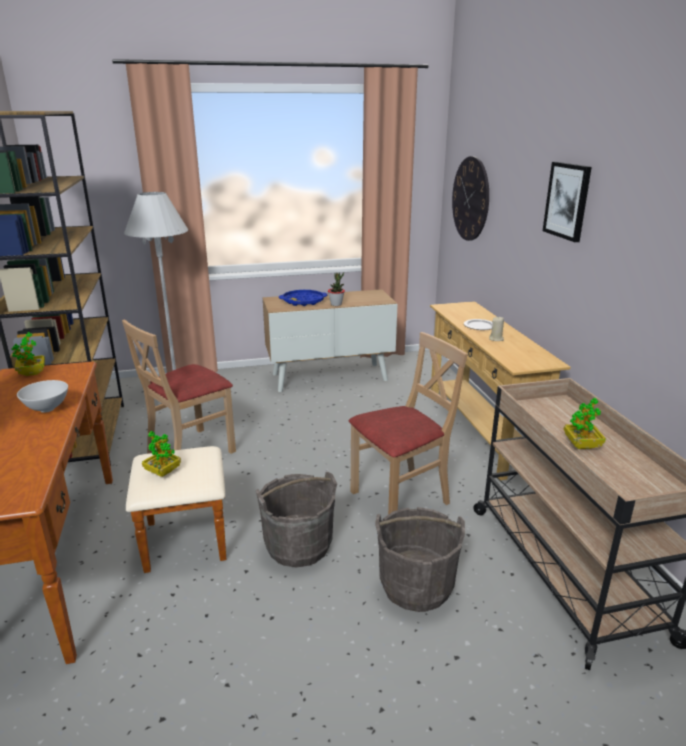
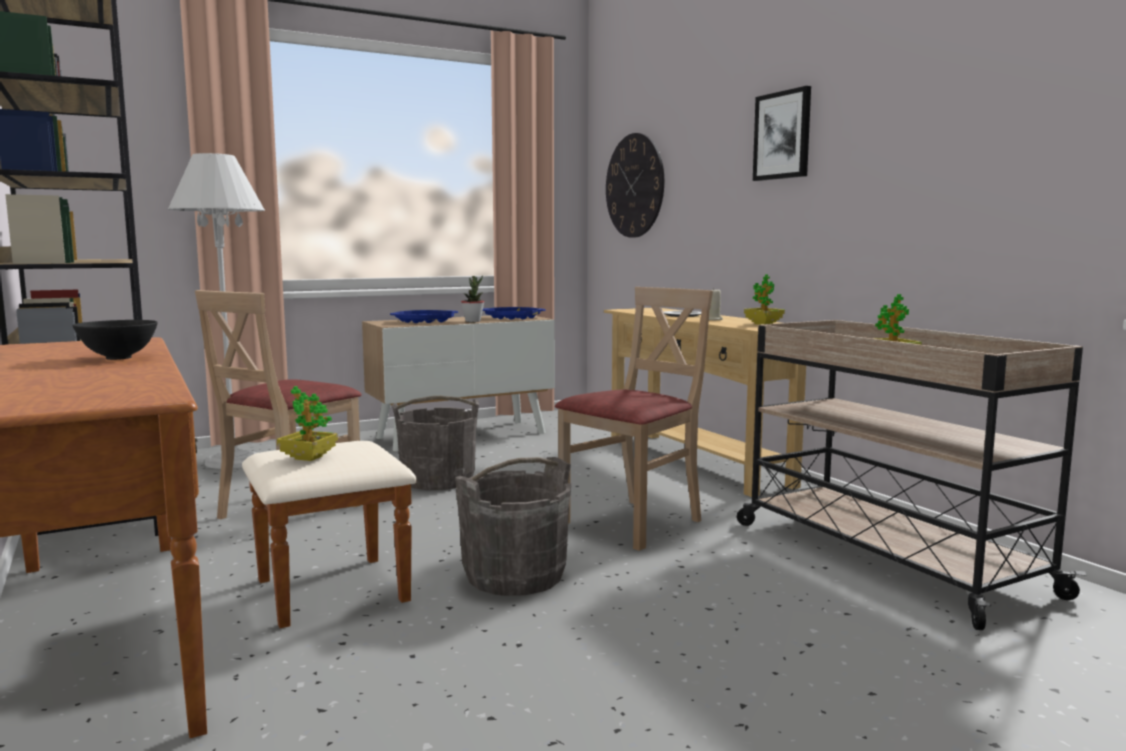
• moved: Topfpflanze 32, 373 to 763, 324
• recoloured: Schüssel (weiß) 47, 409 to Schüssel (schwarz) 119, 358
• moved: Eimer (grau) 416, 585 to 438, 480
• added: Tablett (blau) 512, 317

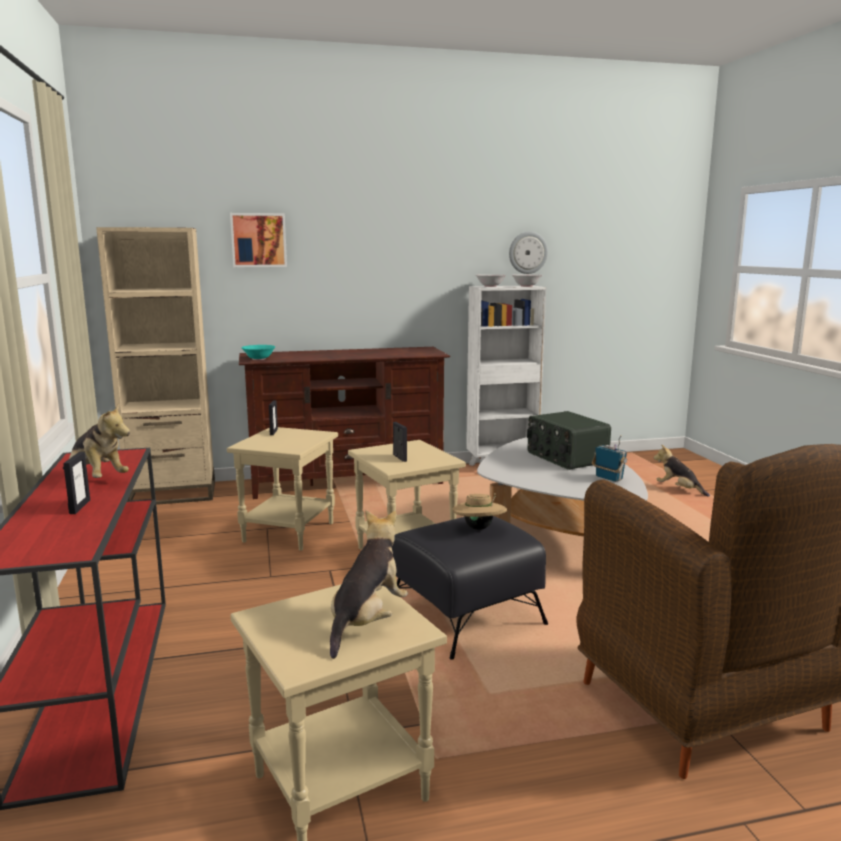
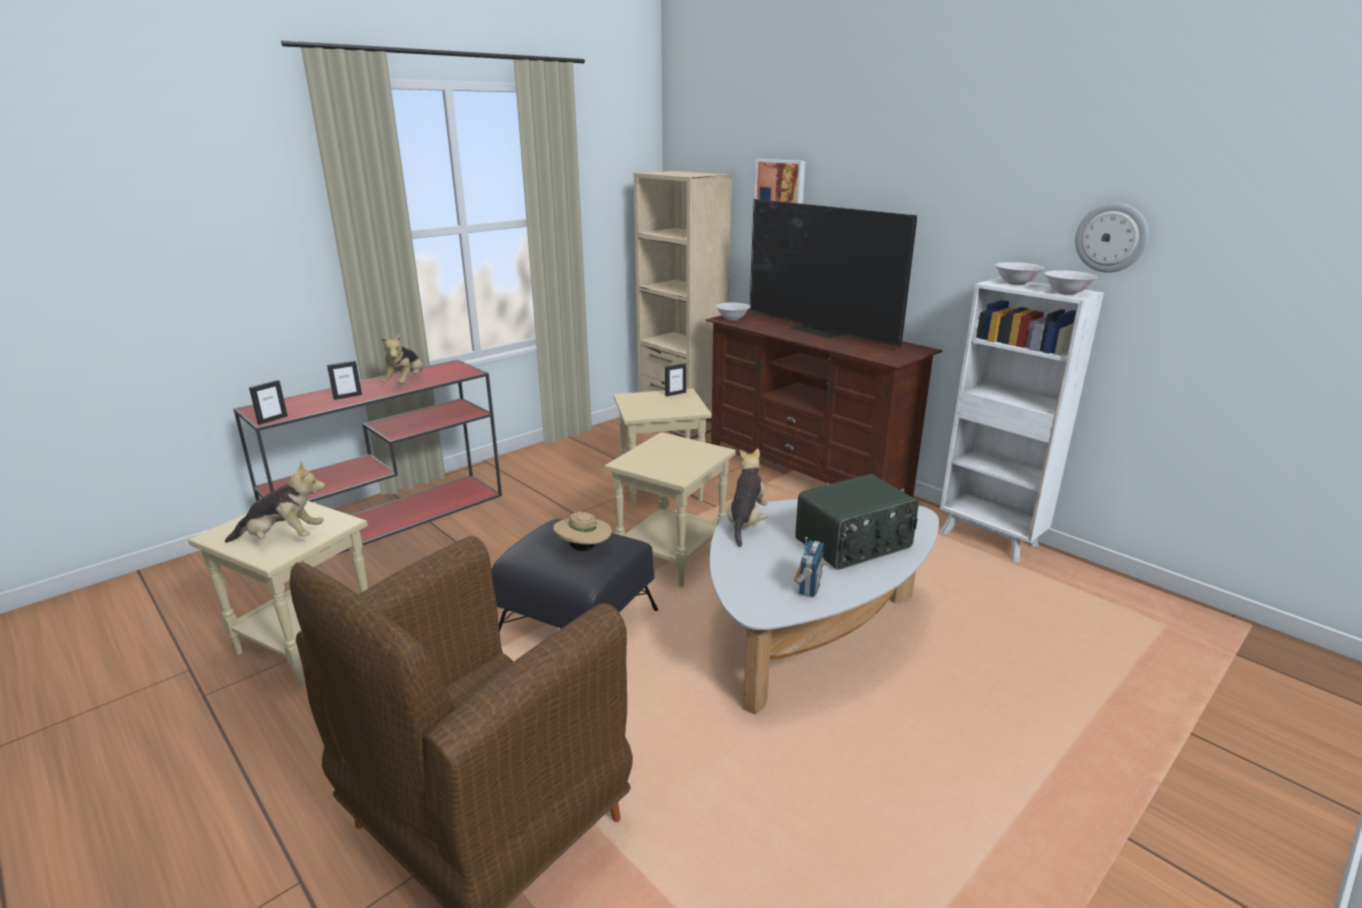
• recoloured: Schüssel (türkis) 259, 359 to Schüssel (weiß) 732, 319
• turned: Radio 565, 458 = 854, 544 150 degrees counterclockwise
• moved: Bilderrahmen 399, 458 to 272, 420
• moved: Plüschtier 678, 490 to 746, 523
• added: Fernseher 819, 330

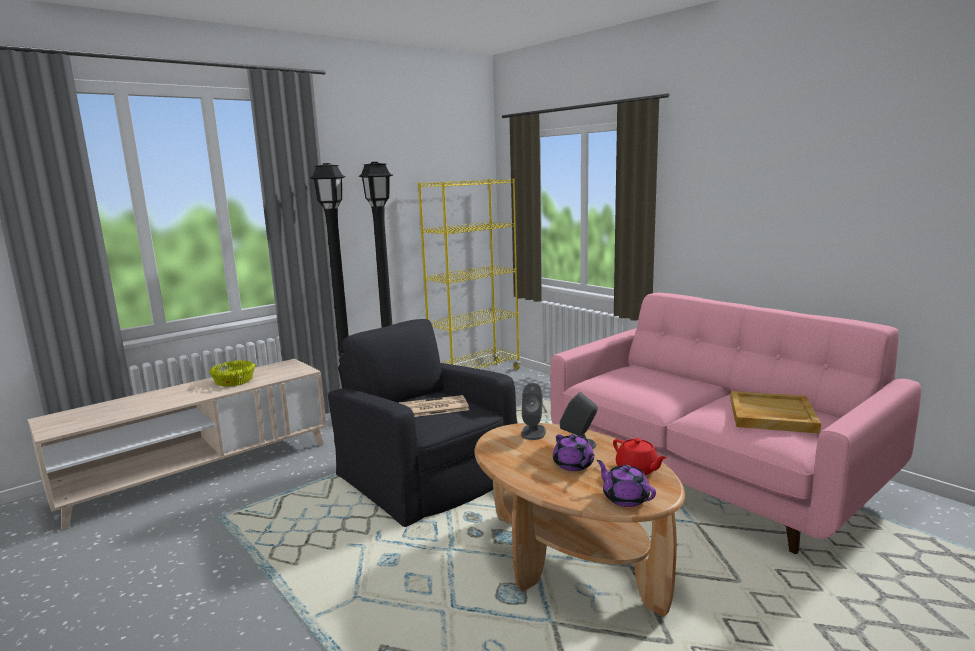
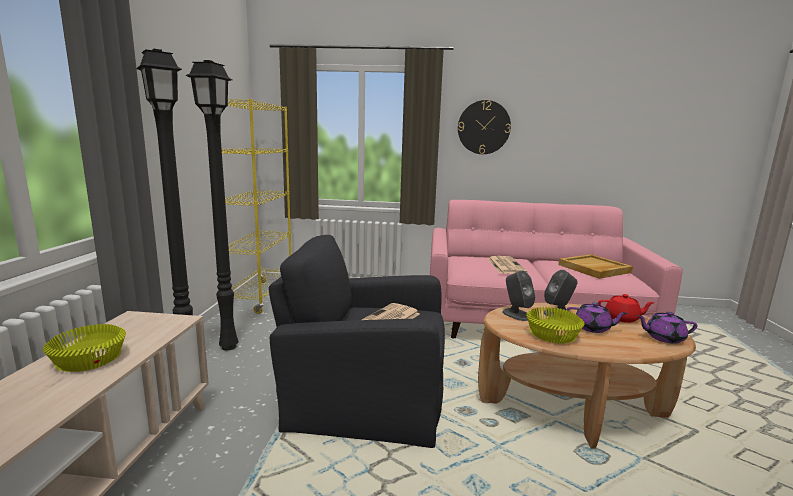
• added: Wanduhr 483, 127
• added: Zeitung 505, 265
• added: Schüssel (gelb) 553, 334

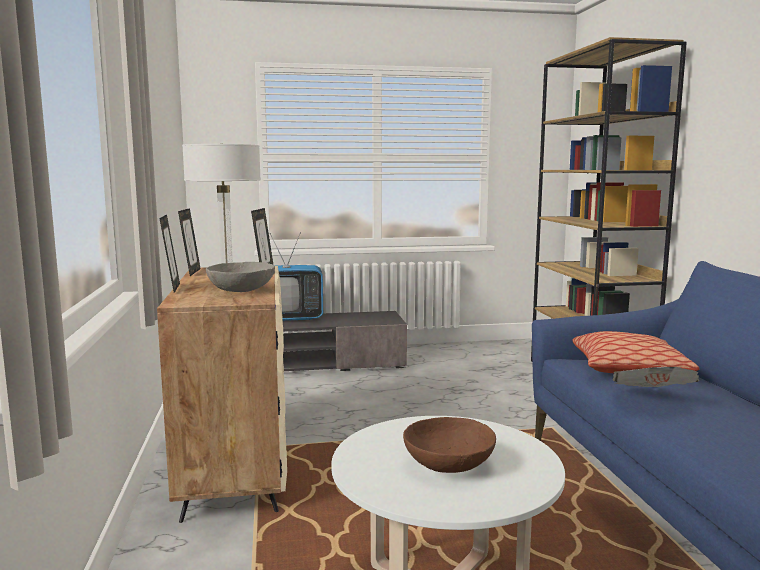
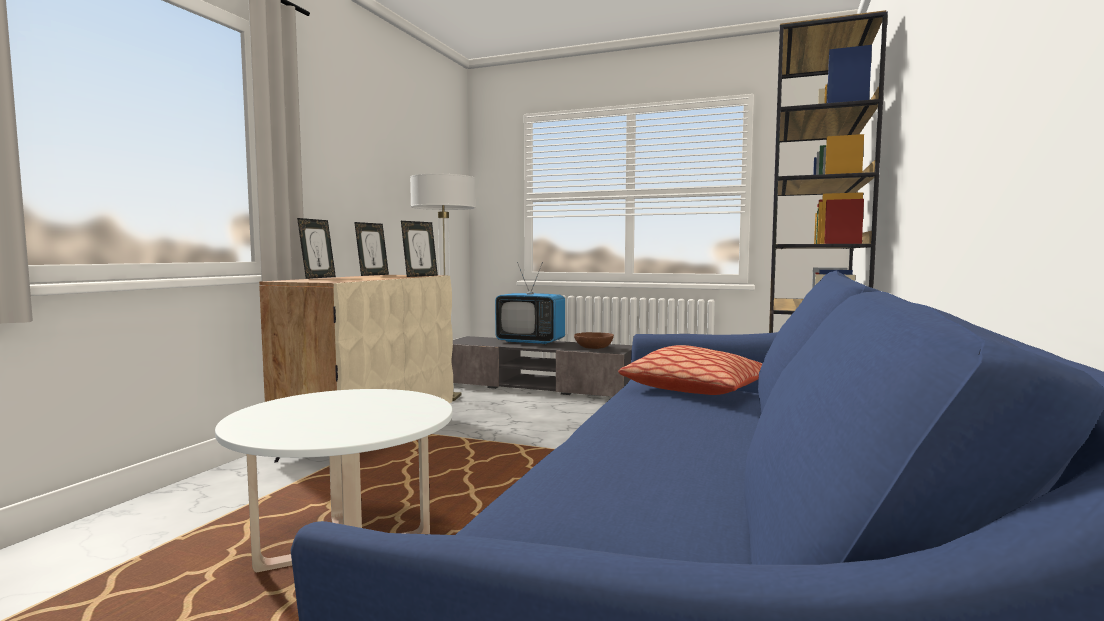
• removed: Schüssel (grau) 242, 290
• removed: Zeitung 652, 399
• moved: Schüssel (braun) 448, 465 to 593, 348

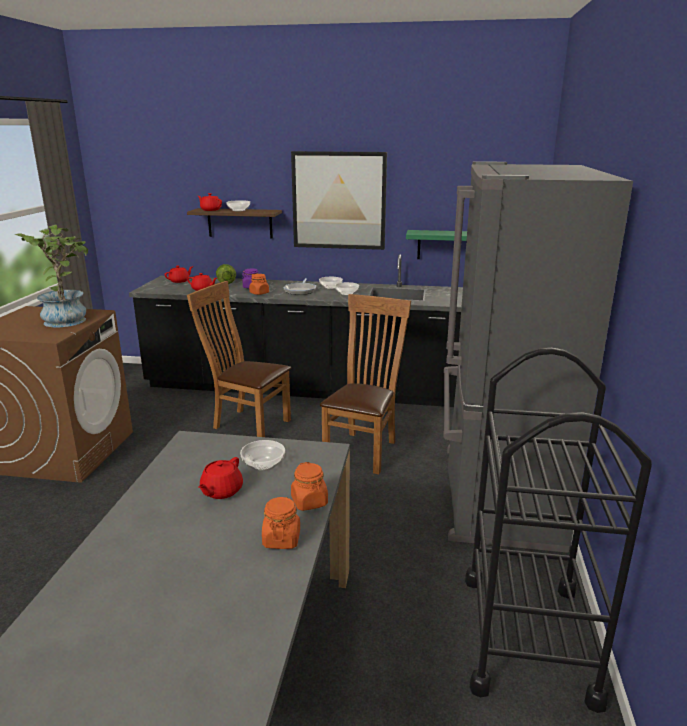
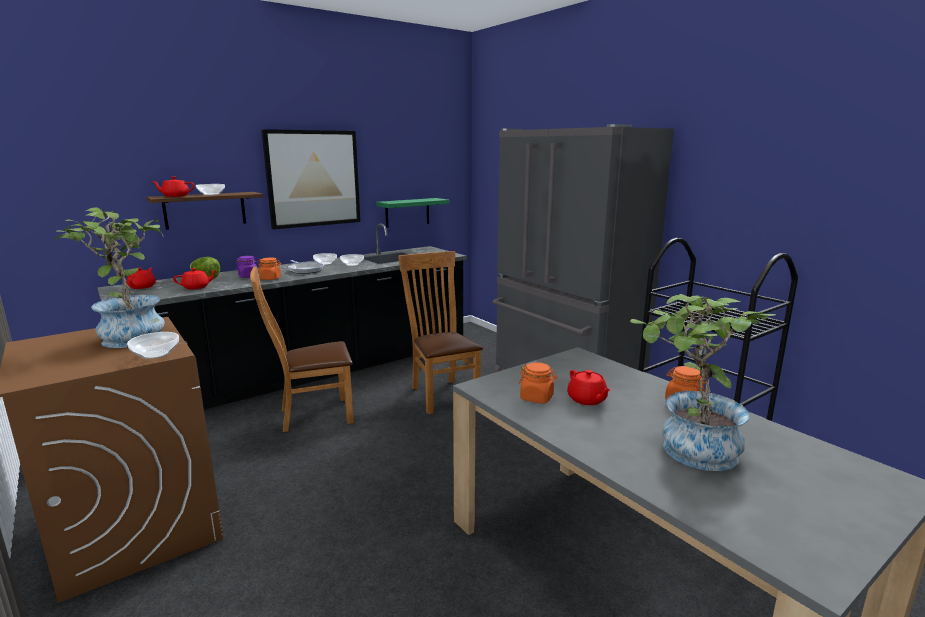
• moved: Schüssel 264, 464 to 157, 354
• moved: Vorratsglas (orange) 309, 502 to 537, 398
• added: Topfpflanze 687, 450

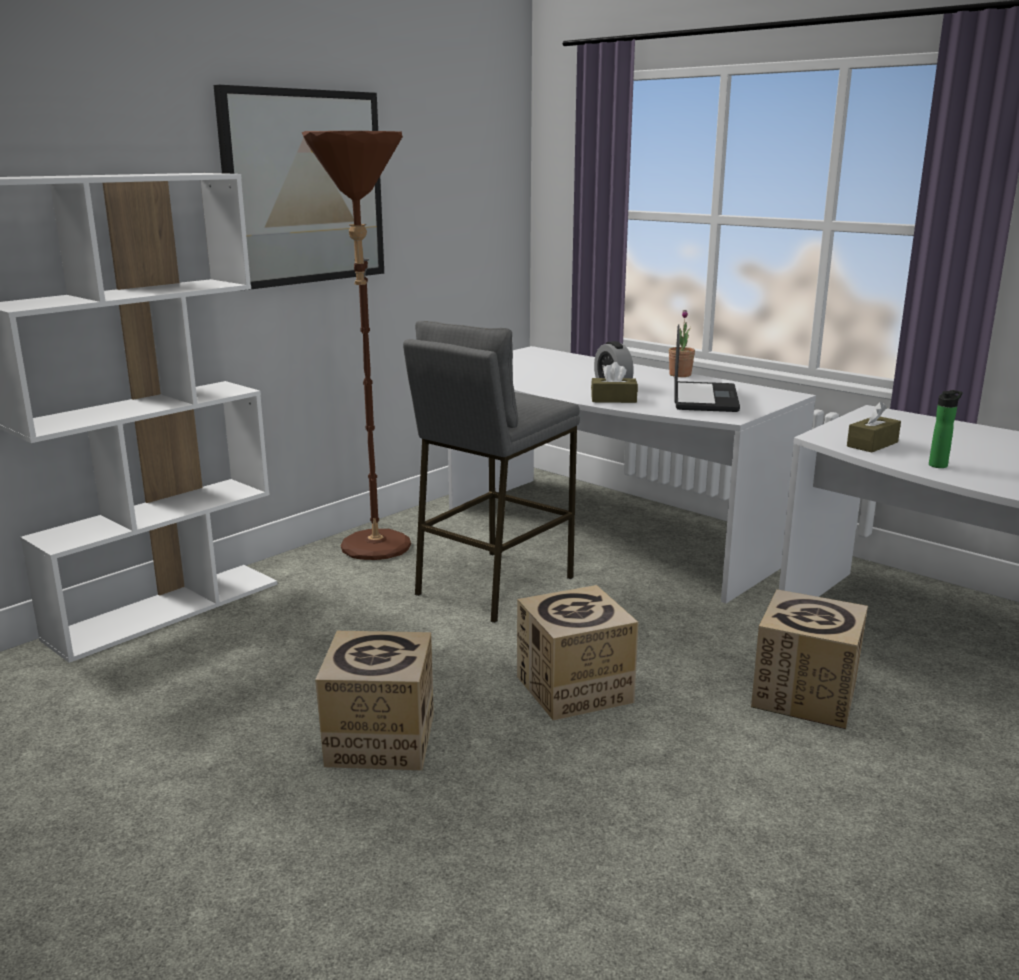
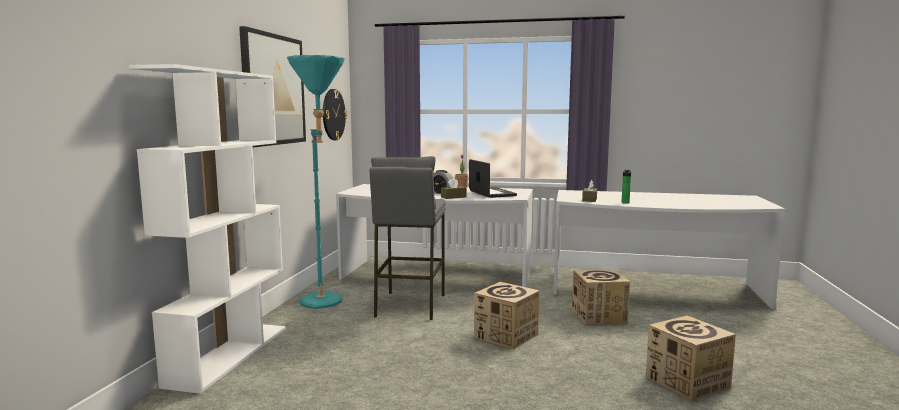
• recoloured: Stehlampe (braun) 374, 553 to Stehlampe (türkis) 324, 304
• moved: Karton 380, 740 to 687, 382
• added: Wanduhr 333, 114

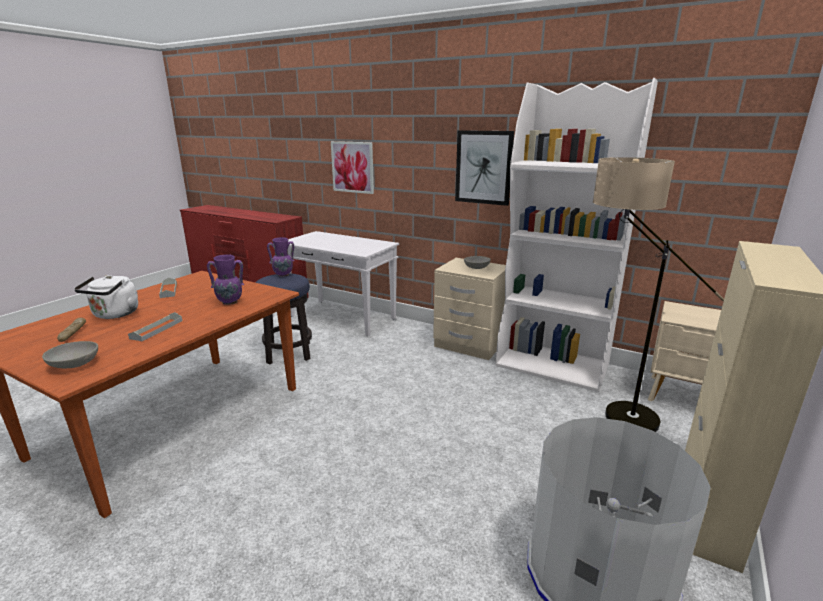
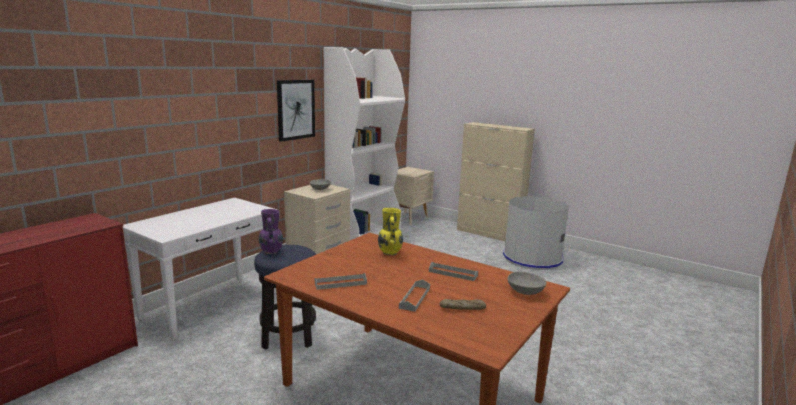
• removed: Bild 352, 167
• removed: Stehlampe 610, 417
• recoloured: Vase (lila) 230, 302 to Vase (gelb) 390, 253
• replaced: Wasserkessel (weiß) 114, 315 to Tablett (grau) 415, 298

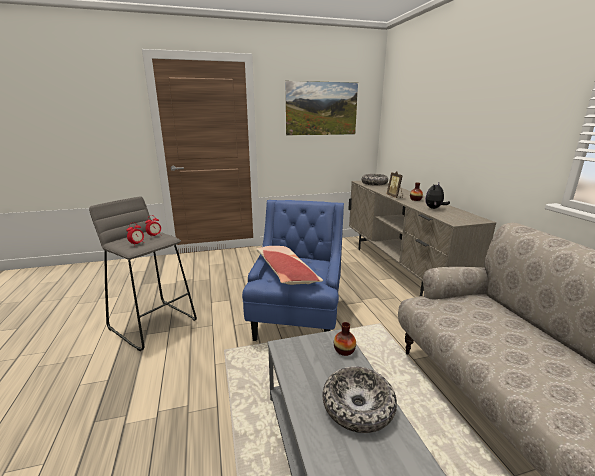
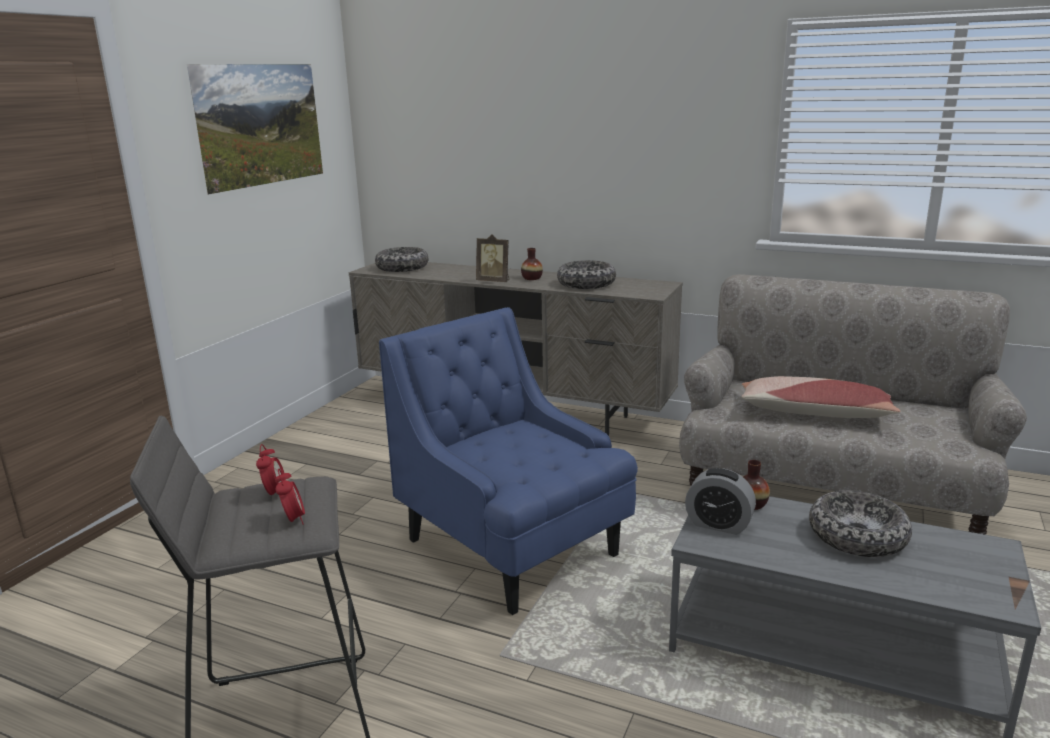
• replaced: Plüschtier 434, 208 to Schüssel 586, 284
• moved: Kissen 286, 272 to 814, 413
• added: Wecker 718, 524

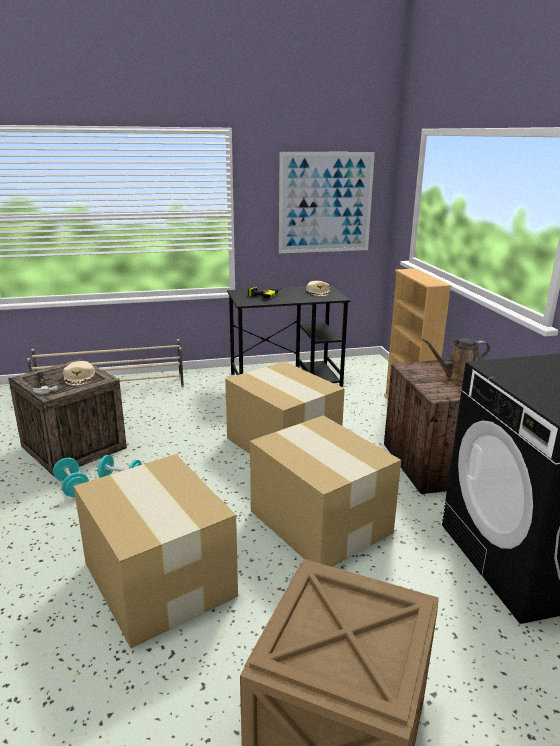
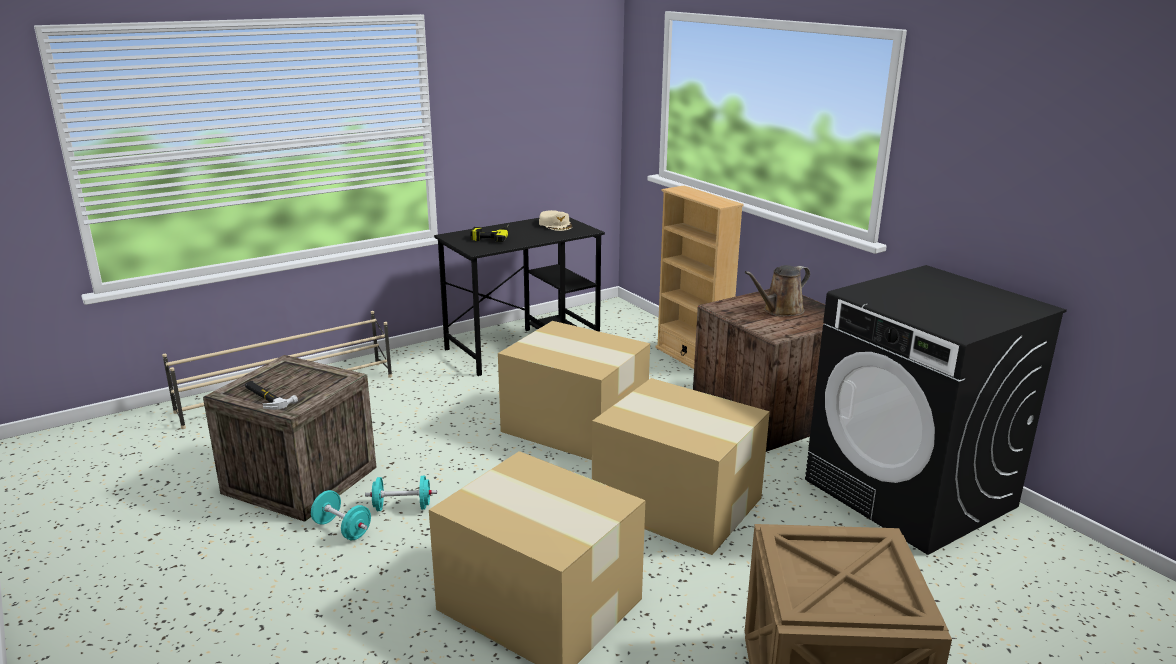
• removed: Bild 325, 203
• removed: Kappe (beige) 79, 377

